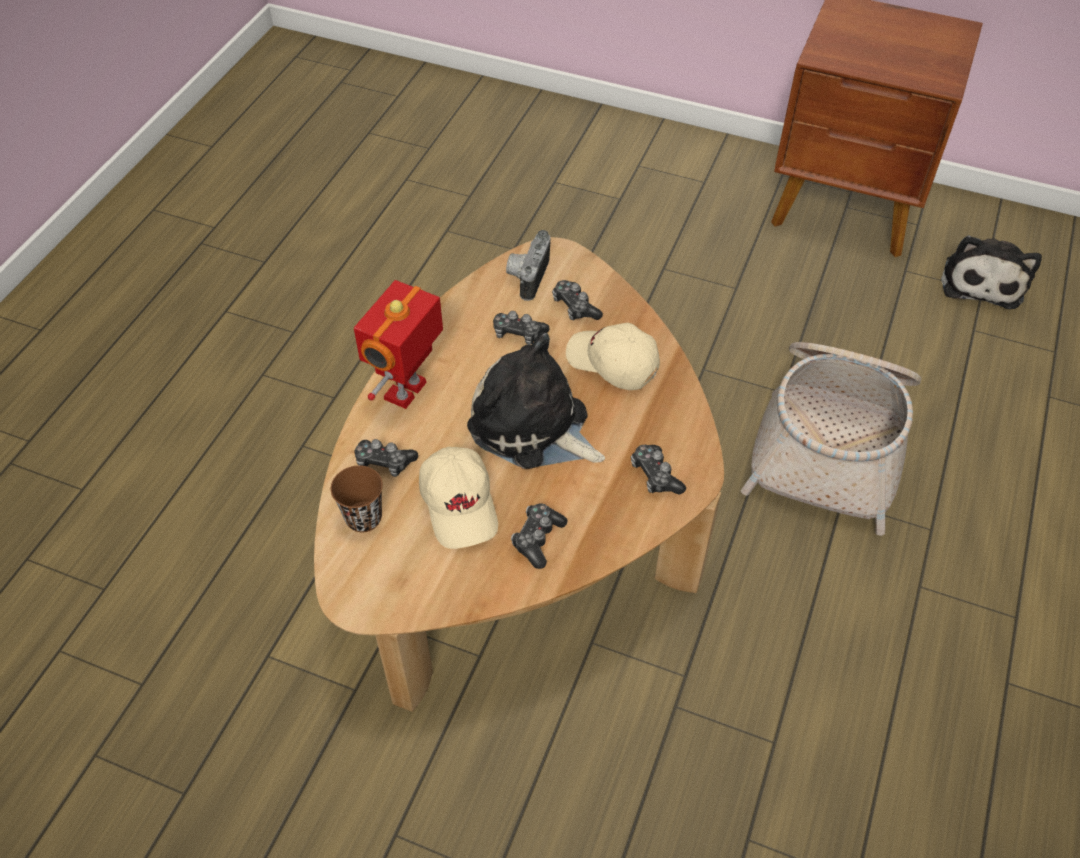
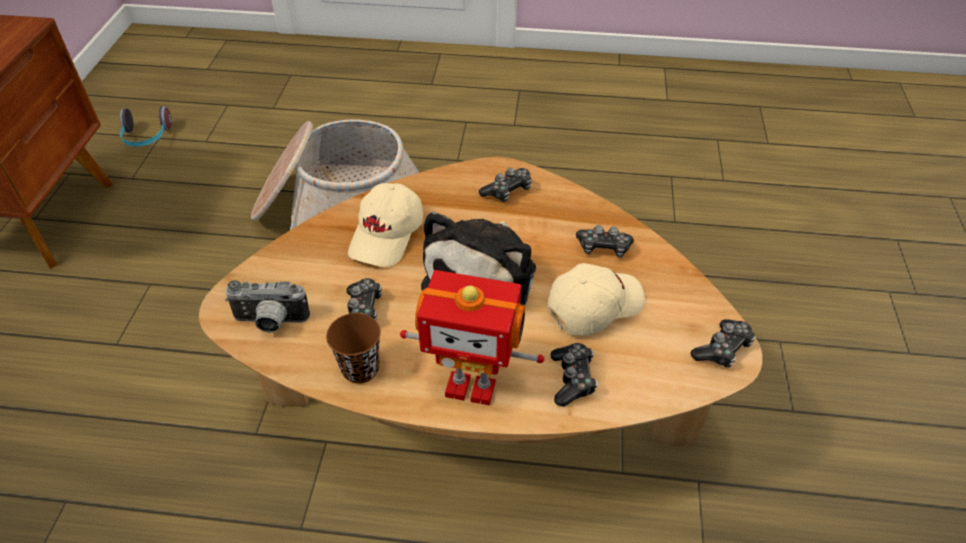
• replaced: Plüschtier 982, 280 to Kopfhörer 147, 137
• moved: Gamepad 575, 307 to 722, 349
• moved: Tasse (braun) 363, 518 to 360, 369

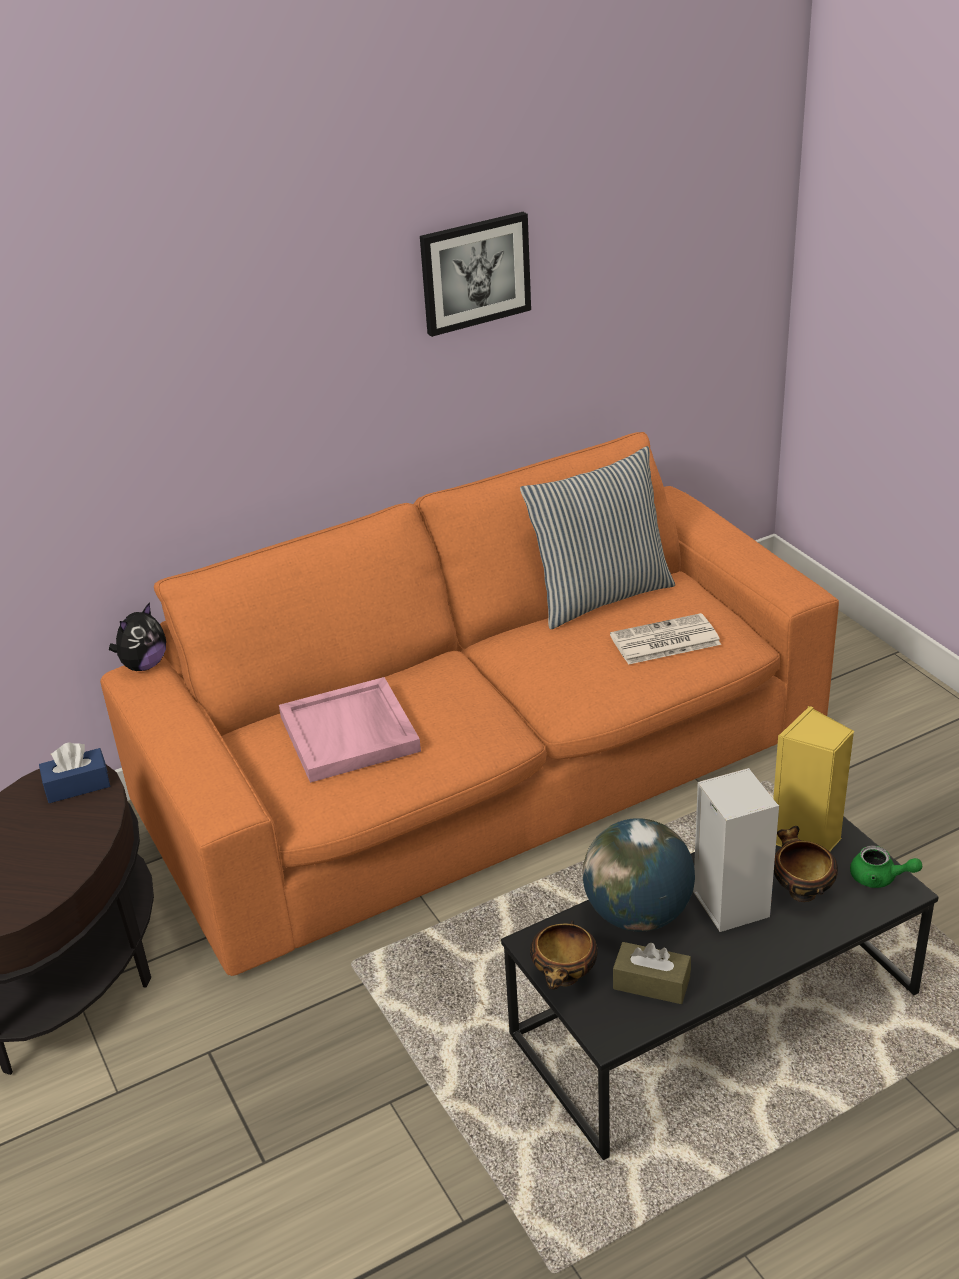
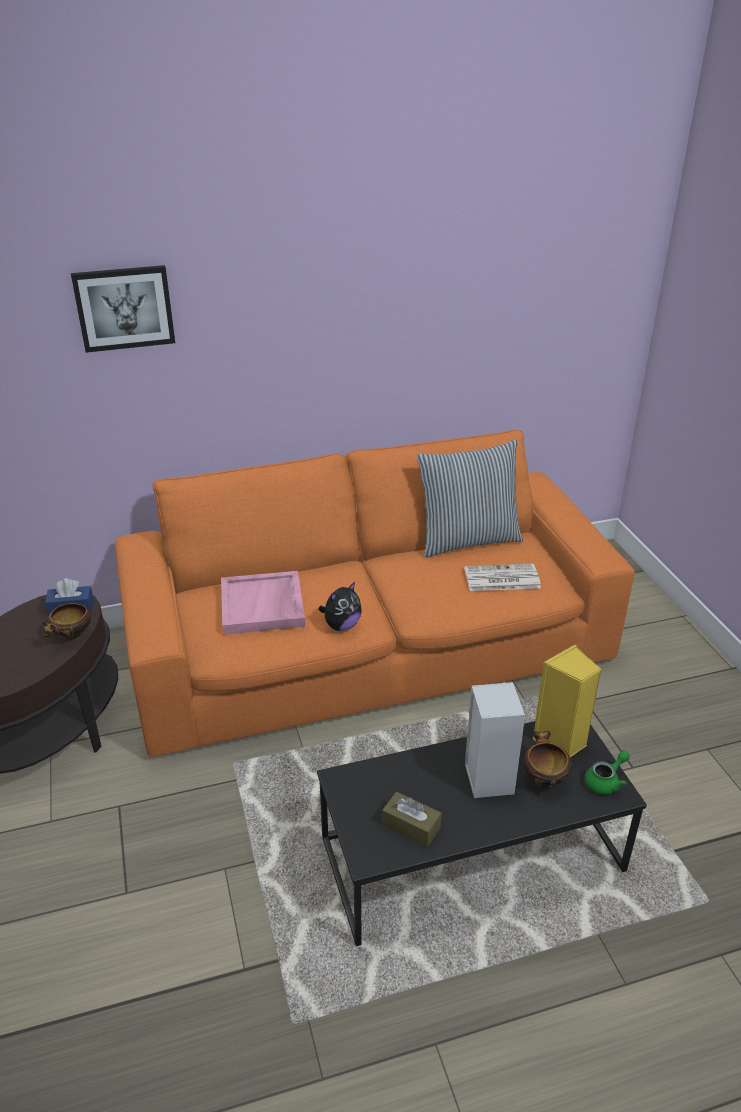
• moved: Bild 474, 272 to 124, 308
• moved: Plüschtier 143, 665 to 341, 625
• removed: Globus 638, 914
• turned: Teekanne (grün) 879, 878 = 606, 781 75 degrees counterclockwise
• moved: Schüssel 564, 979 to 72, 638

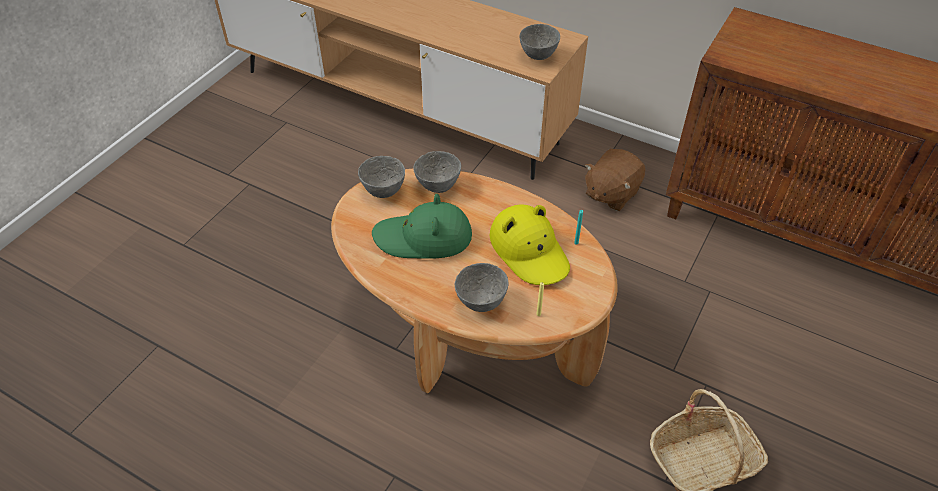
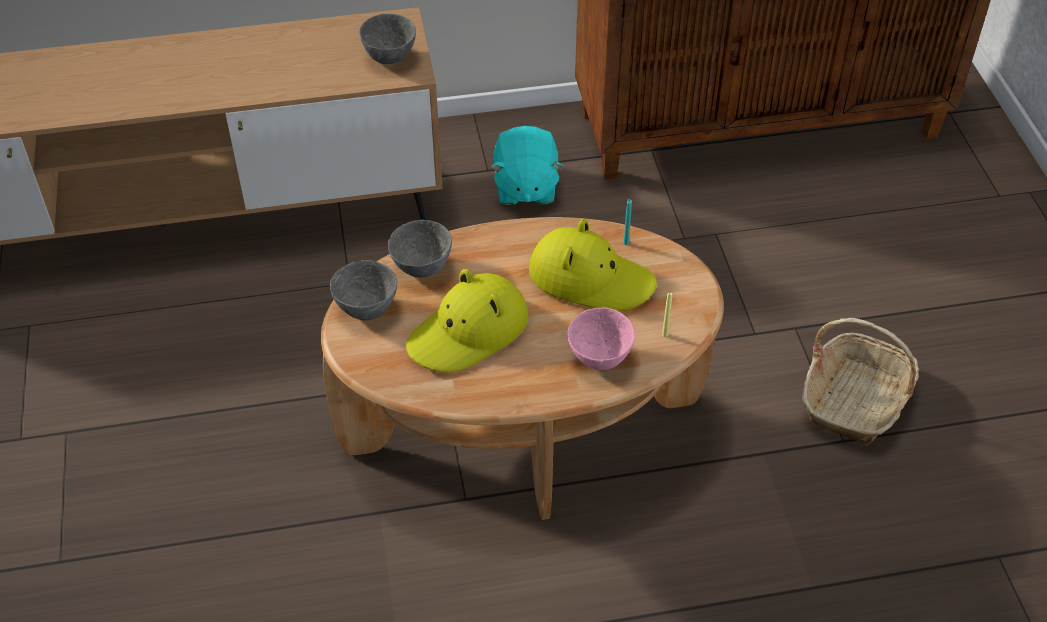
• recoloured: Plüschtier (braun) 611, 193 to Plüschtier (türkis) 525, 187
• recoloured: Hut (grün) 423, 237 to Hut (gelb) 468, 332
• recoloured: Schüssel (grau) 482, 303 to Schüssel (rosa) 601, 359

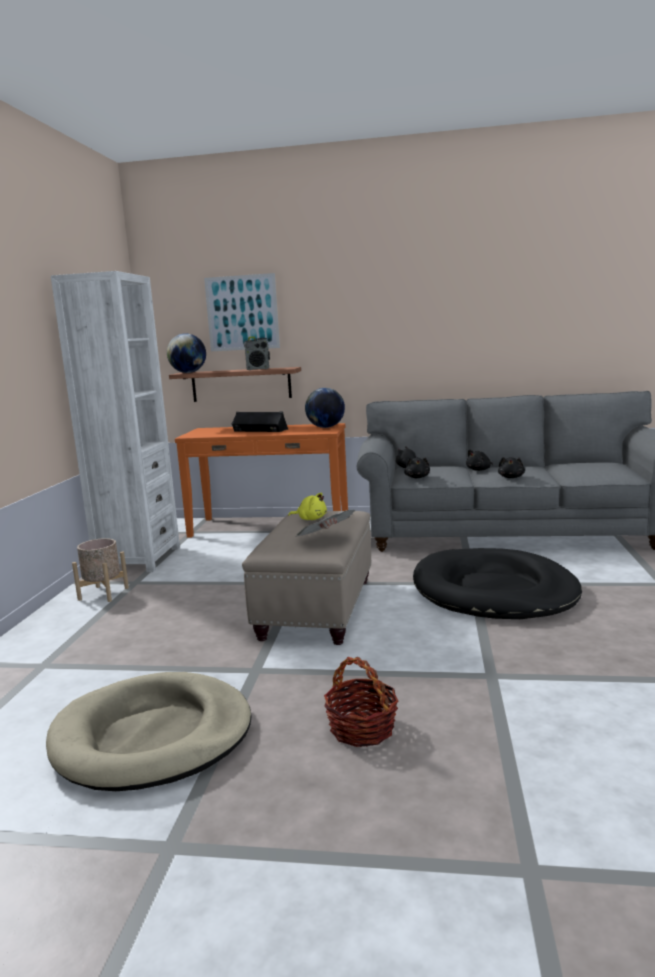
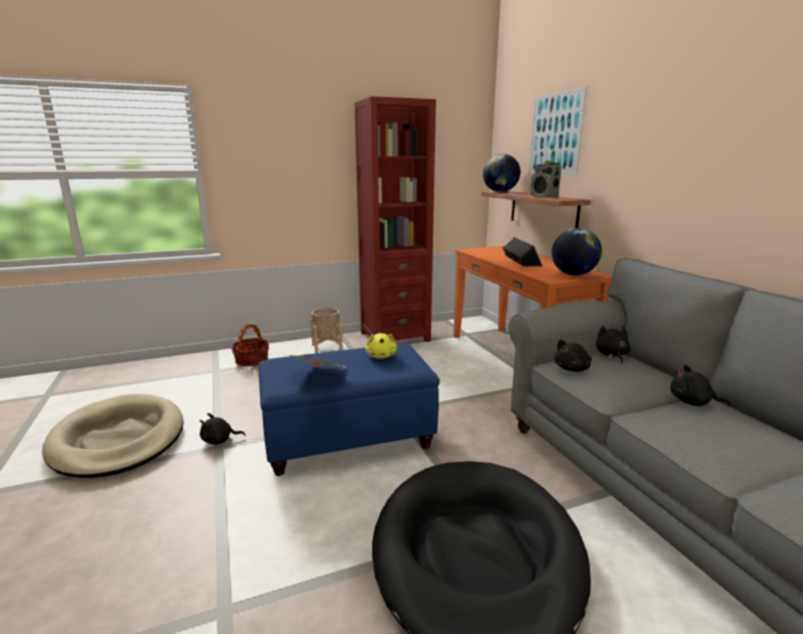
• recoloured: Bücherregal (weiß) 138, 559 to Bücherregal (rot) 395, 337
• moved: Plüschtier (schwarz) 511, 477 to 219, 440
• recoloured: Polsterhocker (beige) 317, 608 to Polsterhocker (blau) 349, 438
• moved: Korb 361, 728 to 251, 360

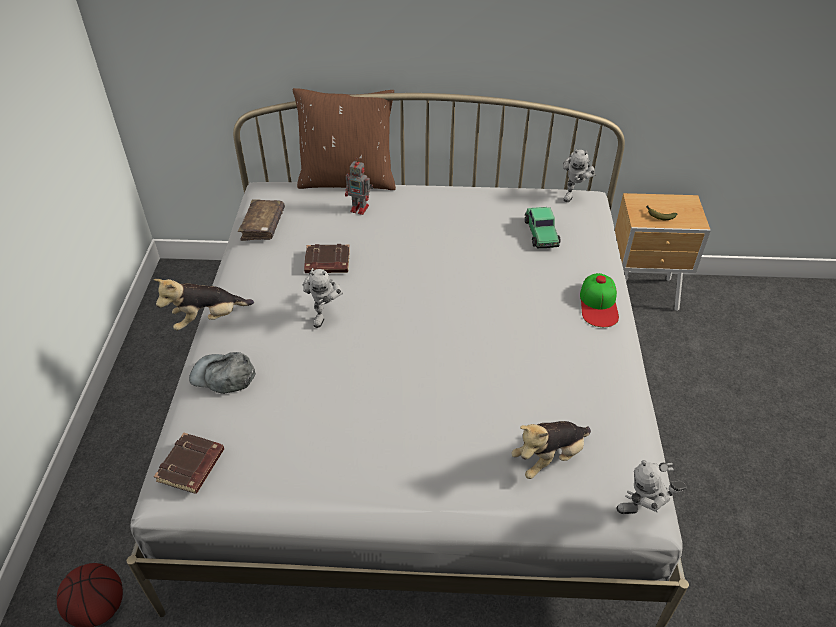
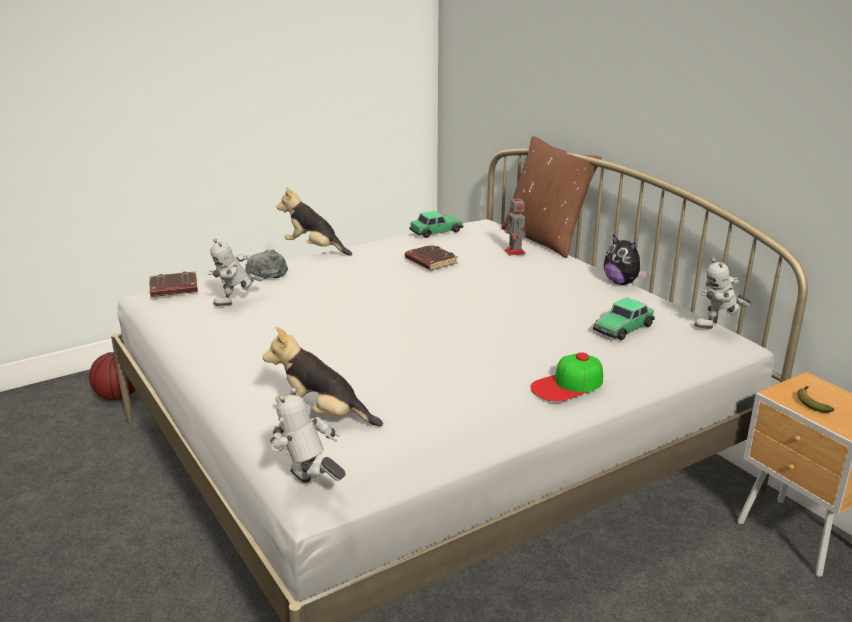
• replaced: Buch (braun) 263, 226 to Spielzeugauto 436, 231
• moved: Spielzeugroboter 325, 313 to 237, 304
• added: Plüschtier 621, 282

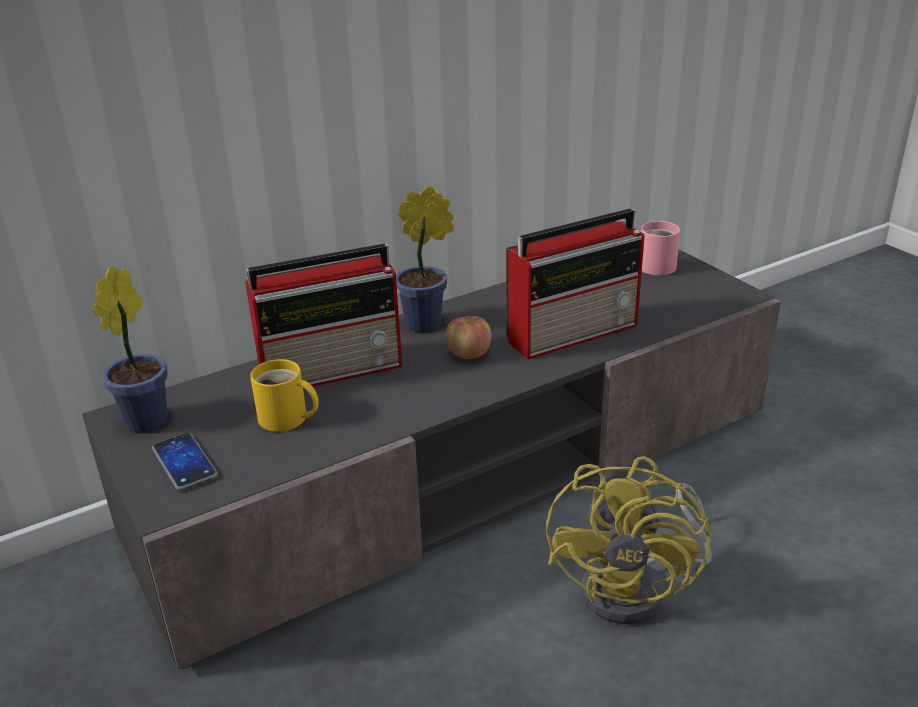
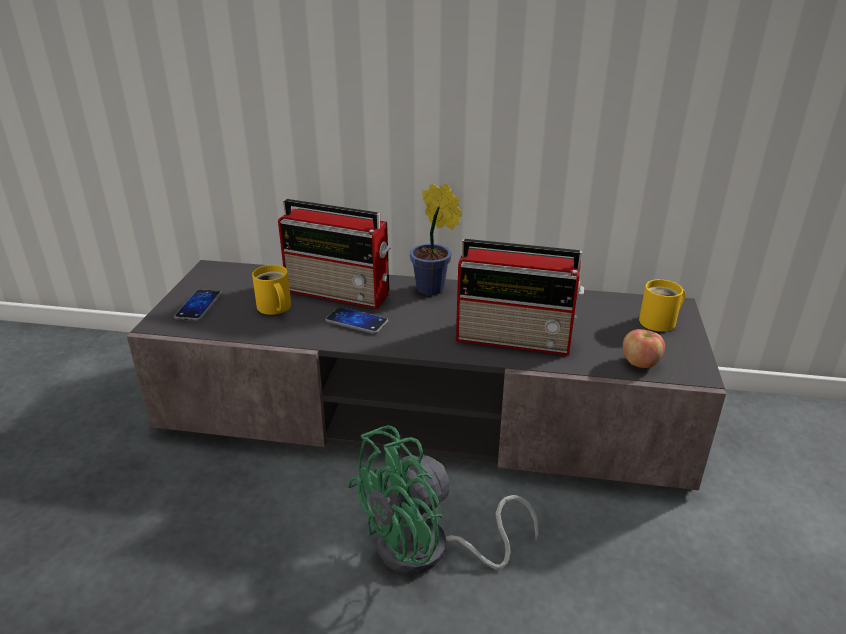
• recoloured: Henkelbecher (rosa) 659, 265 to Henkelbecher (gelb) 661, 322
• removed: Topfpflanze 150, 417
• moved: Apfel 468, 354 to 640, 363
• recoloured: Ventilator (gelb) 638, 588 to Ventilator (grün) 428, 551
• added: Handy 356, 322

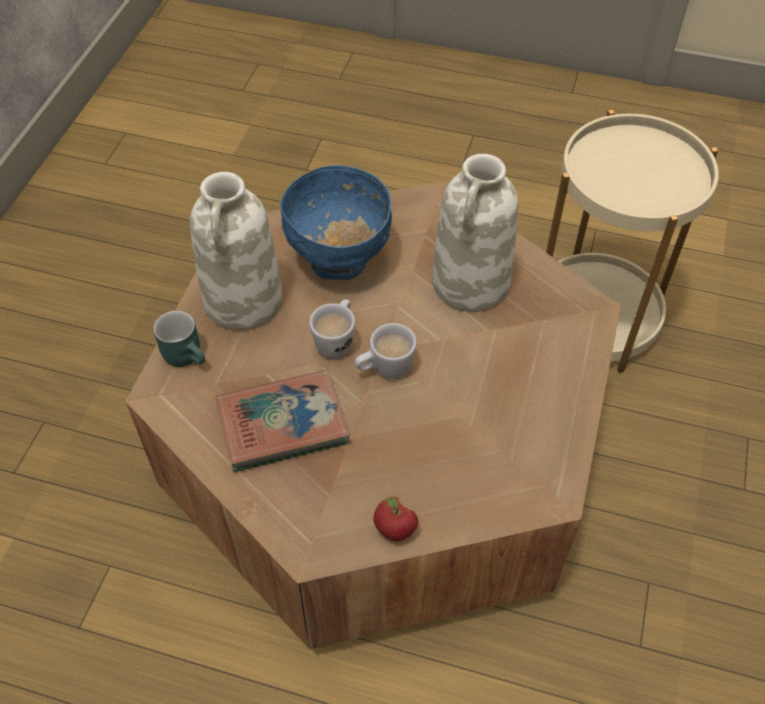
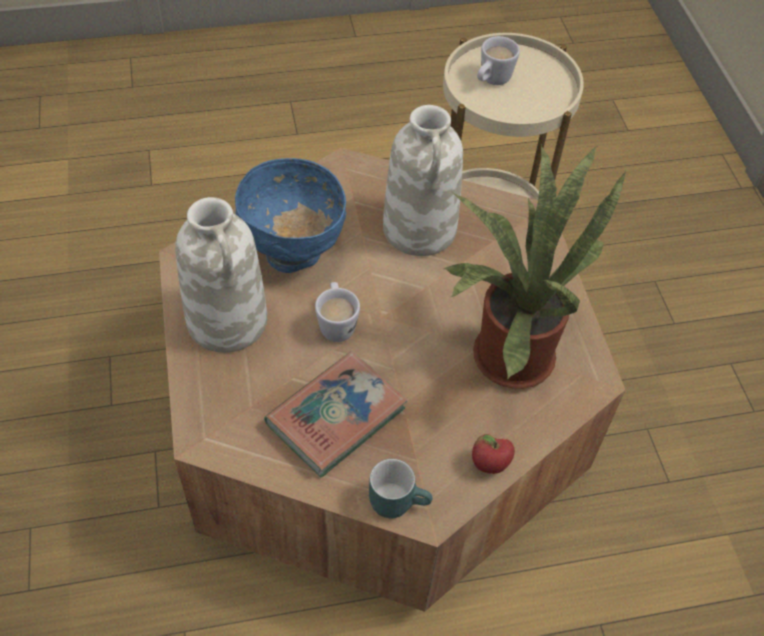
• moved: Henkelbecher (türkis) 188, 355 to 398, 500
• moved: Henkelbecher (weiß) 384, 370 to 491, 81
• added: Topfpflanze 506, 352

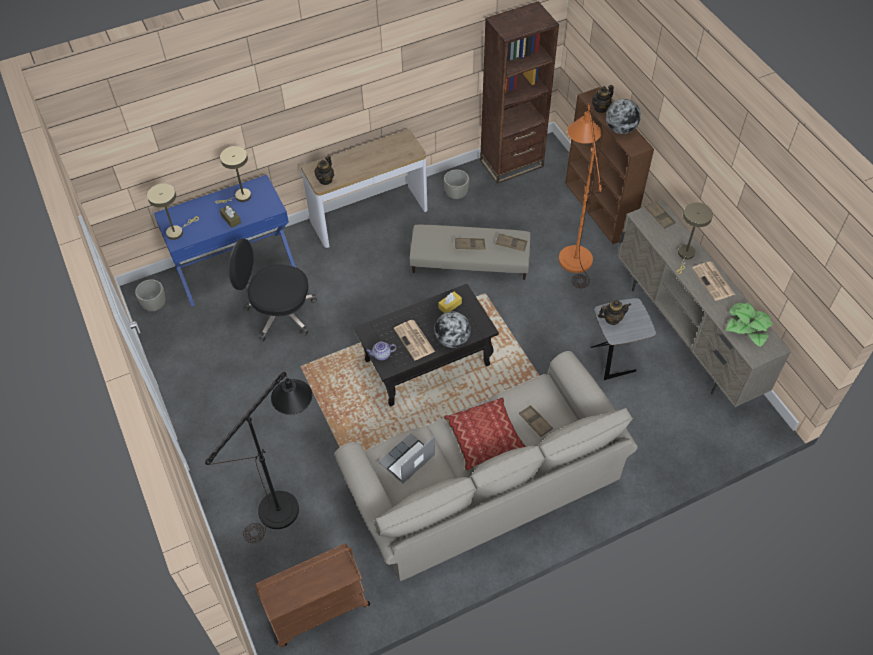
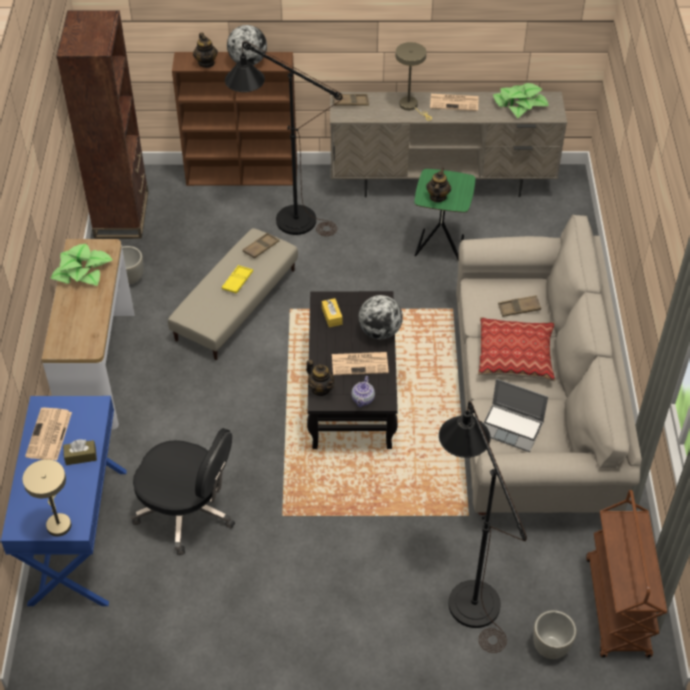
• recoloured: Stehlampe (orange) 573, 252 to Stehlampe (schwarz) 285, 217
• replaced: Tischlampe (beige) 240, 197 to Zeitung 49, 435
• moved: Teekanne 325, 180 to 321, 389
• recoloured: Tablett (braun) 470, 245 to Tablett (gelb) 237, 281
• turned: Bürostuhl (schwarz) 279, 313 = 187, 511 105 degrees counterclockwise
• moved: Pflanzkübel (grau) 154, 305 to 550, 647
• recoloured: Beistelltisch (grau) 614, 359 to Beistelltisch (grün) 440, 245
• turned: Laptop 407, 460 = 512, 428 45 degrees counterclockwise
• added: Topfpflanze 82, 271

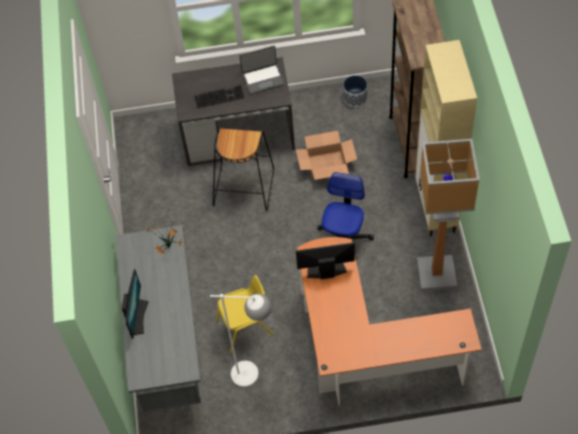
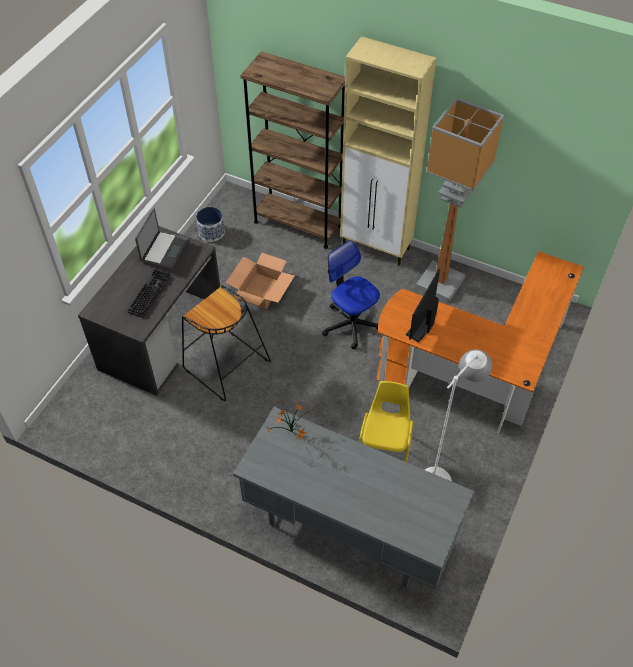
• removed: Monitor 137, 317

